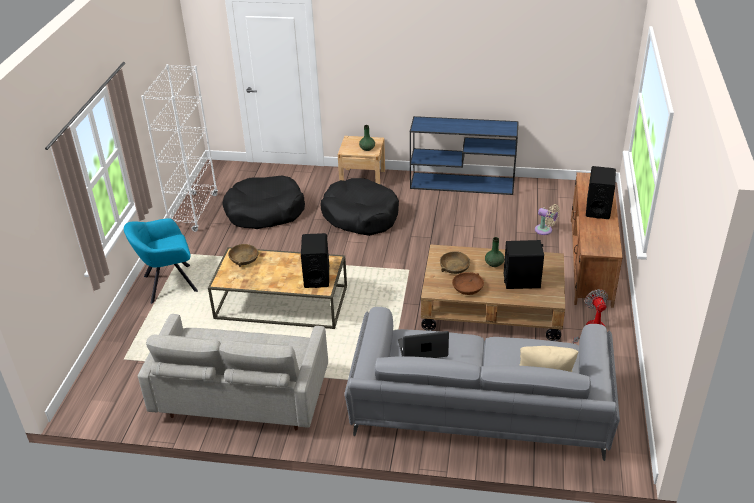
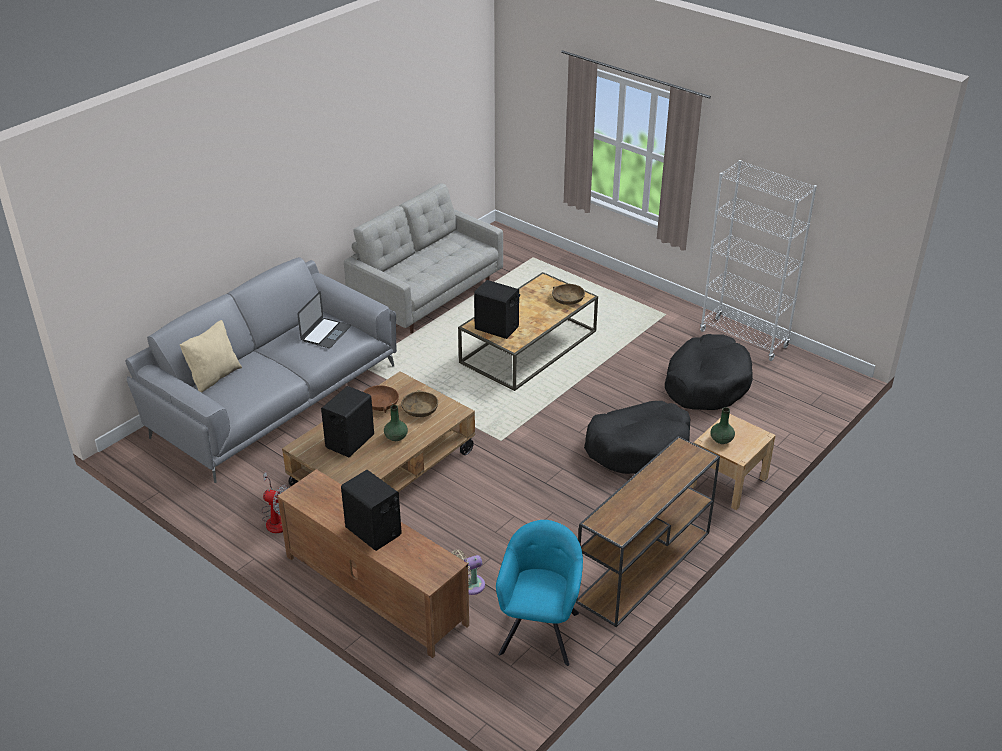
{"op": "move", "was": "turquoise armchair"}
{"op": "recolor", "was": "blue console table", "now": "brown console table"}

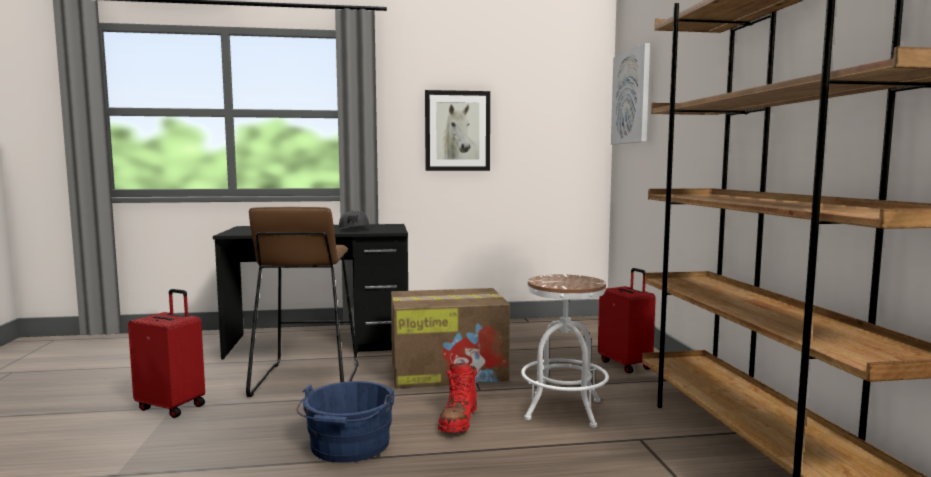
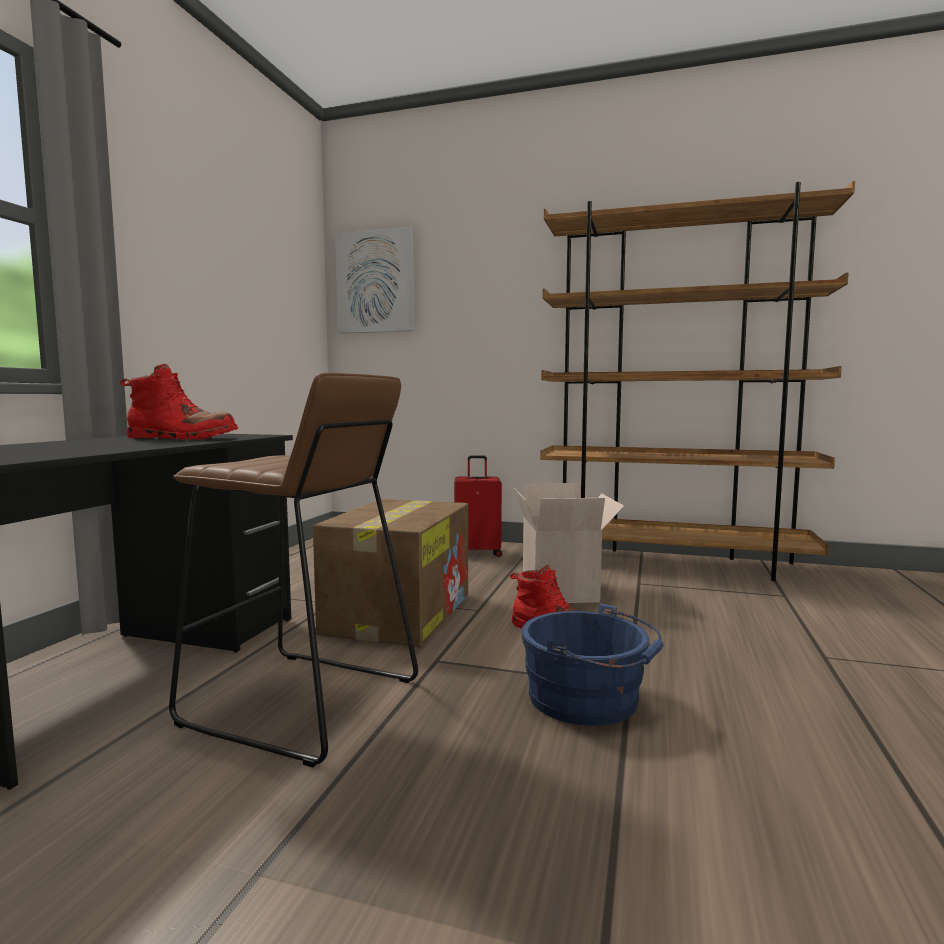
{"op": "delete", "was": "red suitcase (1st from left)"}
{"op": "delete", "was": "picture (1st from left)"}
{"op": "replace", "was": "grey cap", "now": "red boot (1st from left)"}
{"op": "replace", "was": "white stool", "now": "cardboard box (2nd from left)"}

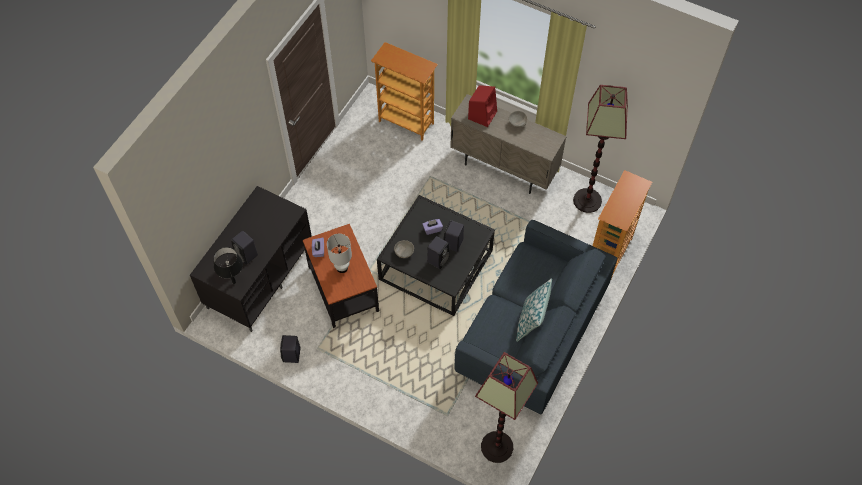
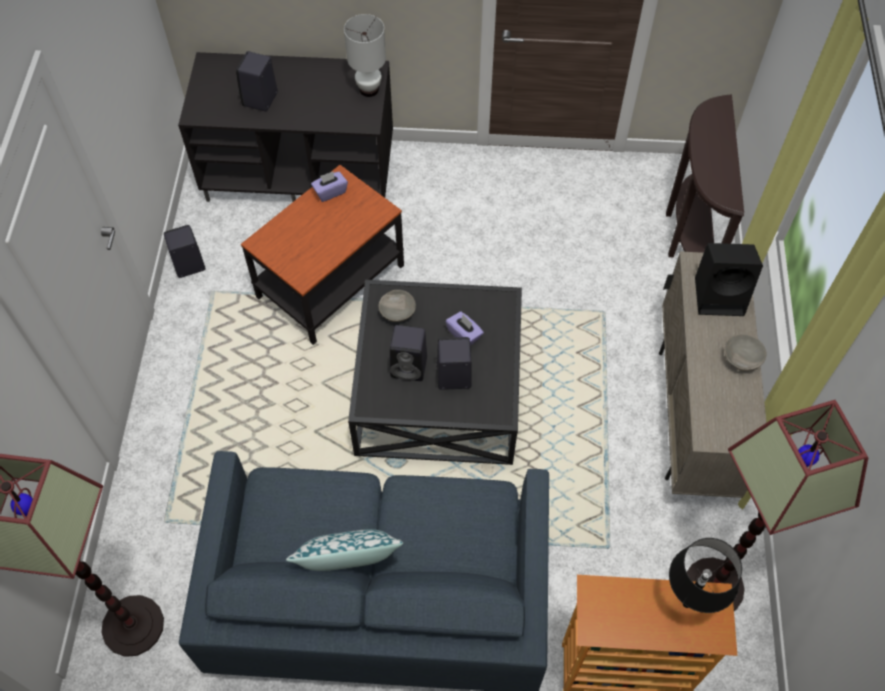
{"op": "move", "was": "black table lamp"}
{"op": "move", "was": "white table lamp"}
{"op": "replace", "was": "bookcase (1st from left)", "now": "brown console table"}
{"op": "recolor", "was": "red speaker", "now": "black speaker (5th from left)"}

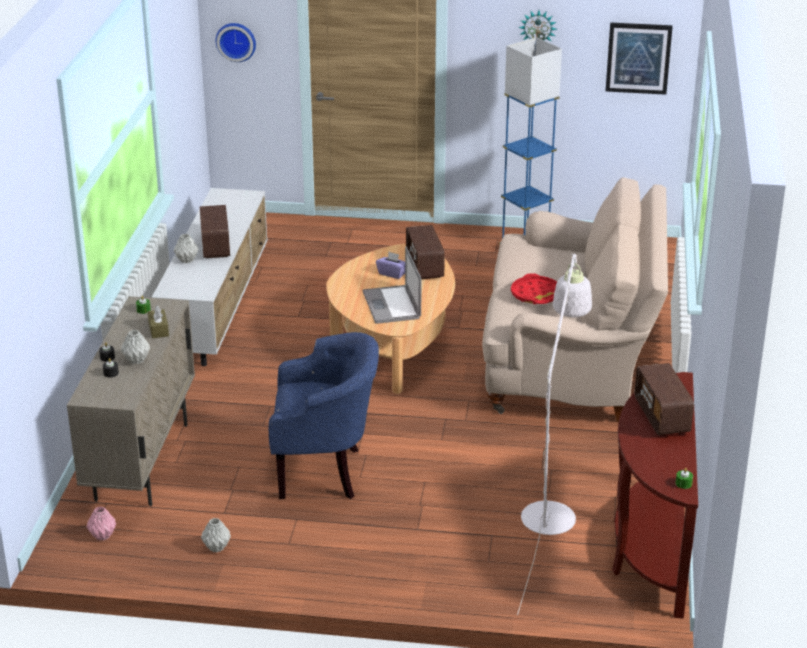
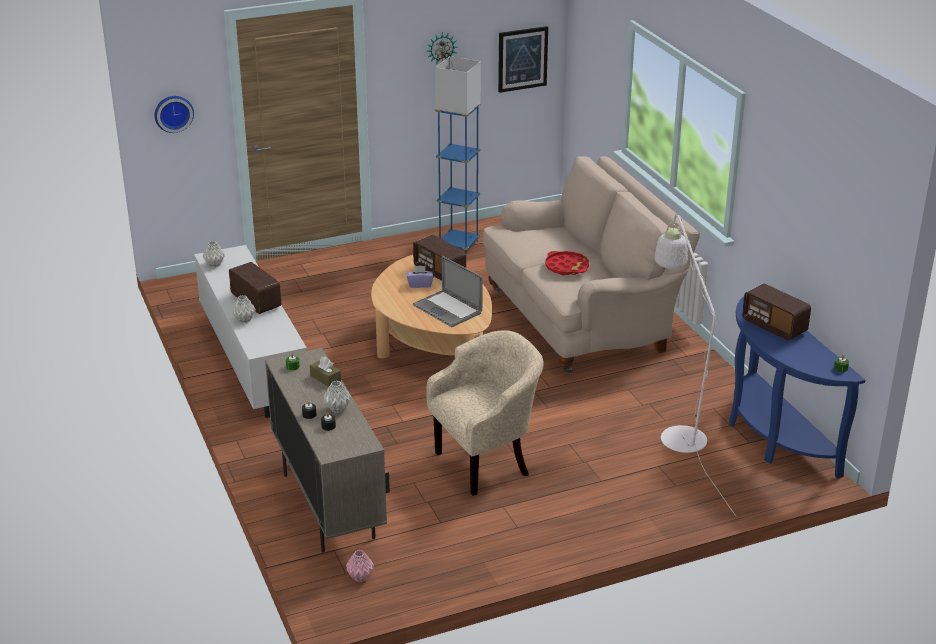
{"op": "move", "was": "grey vase (3rd from left in the first image)", "now": "grey vase (1st from left)"}
{"op": "recolor", "was": "blue armchair", "now": "beige armchair"}
{"op": "recolor", "was": "brown console table", "now": "blue console table"}

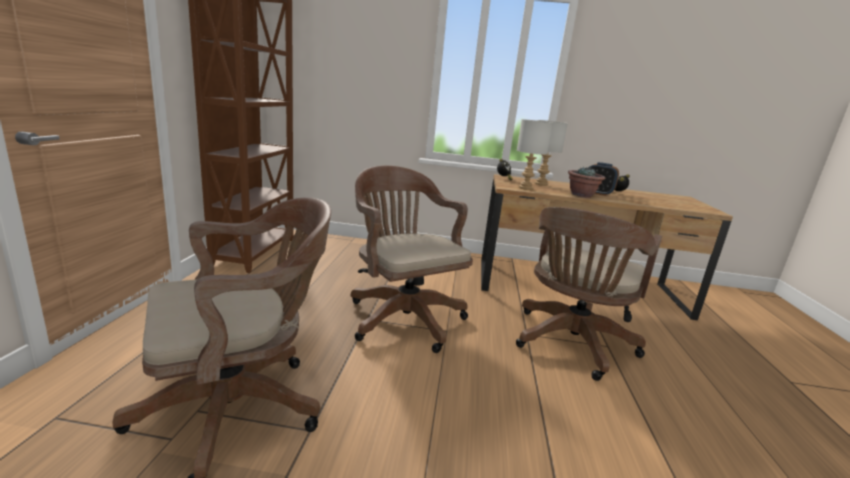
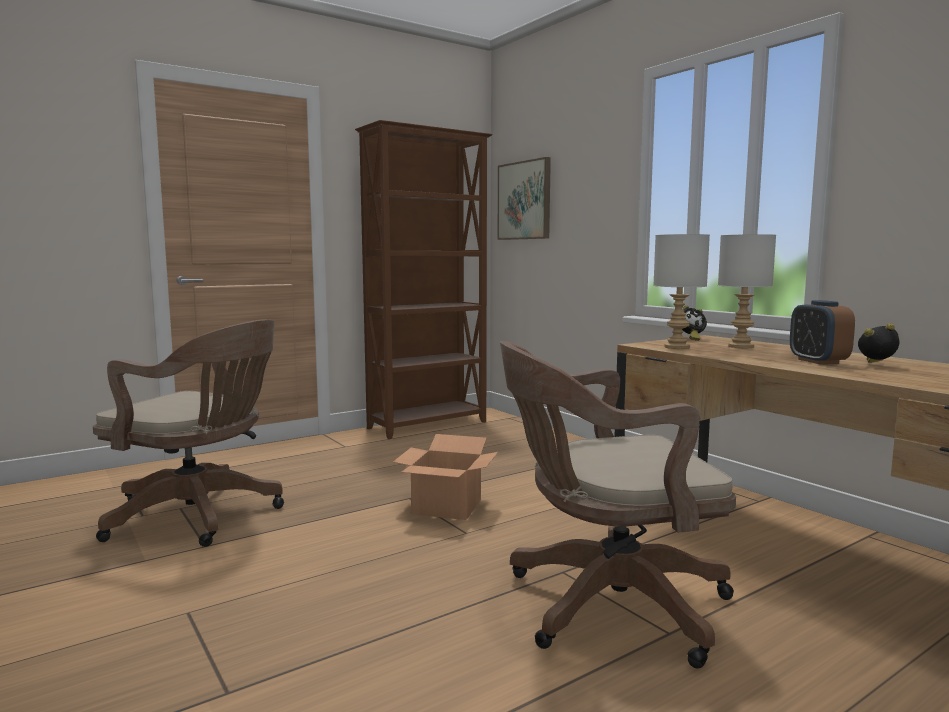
{"op": "delete", "was": "potted plant"}
{"op": "insert", "now": "picture"}
{"op": "replace", "was": "brown office chair (2nd from left)", "now": "cardboard box"}

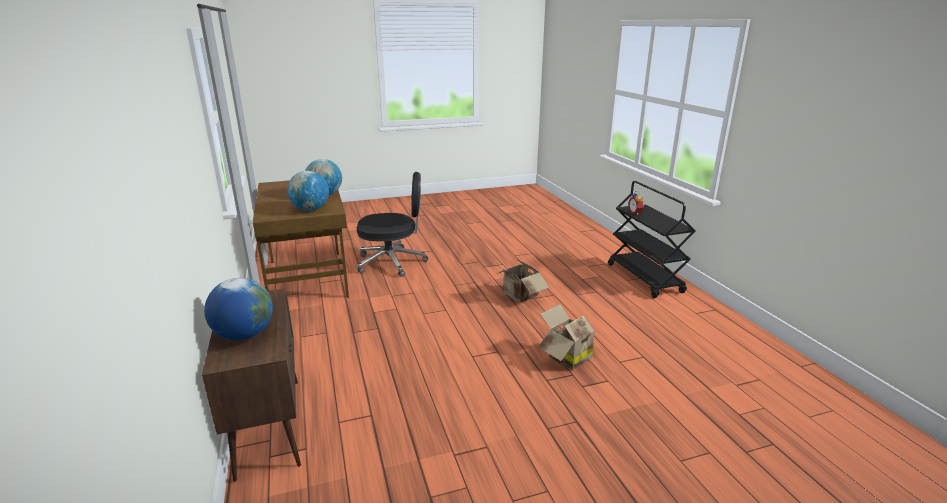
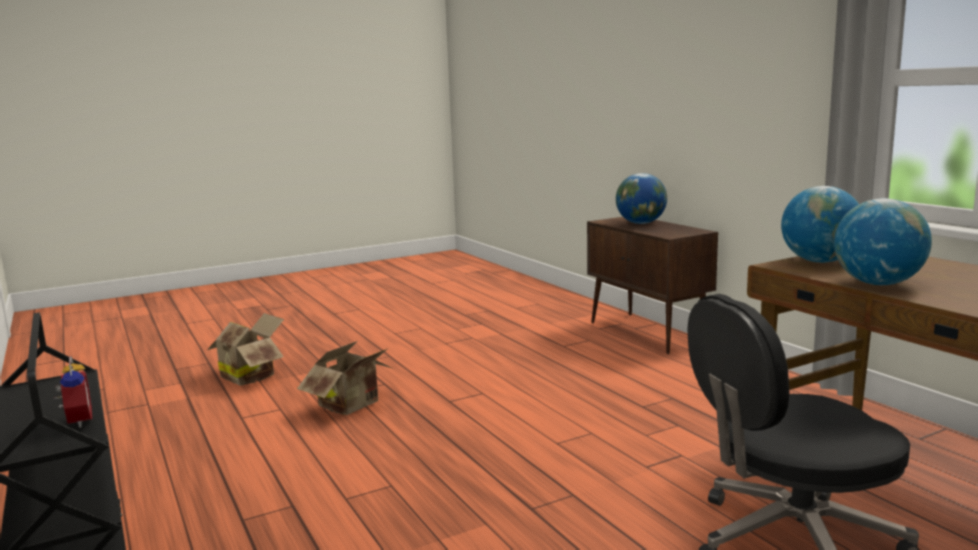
{"op": "move", "was": "cardboard box (1st from left)"}

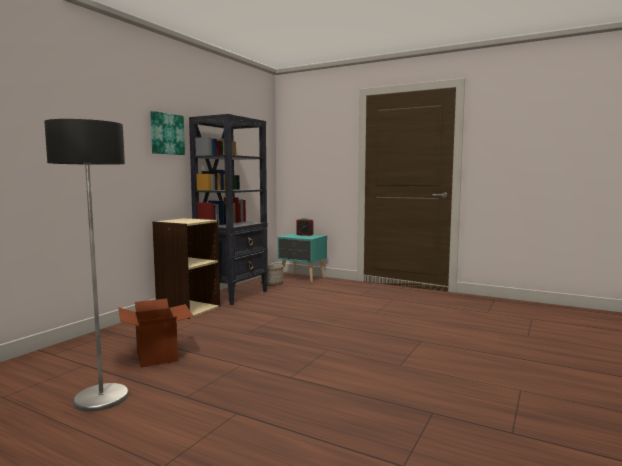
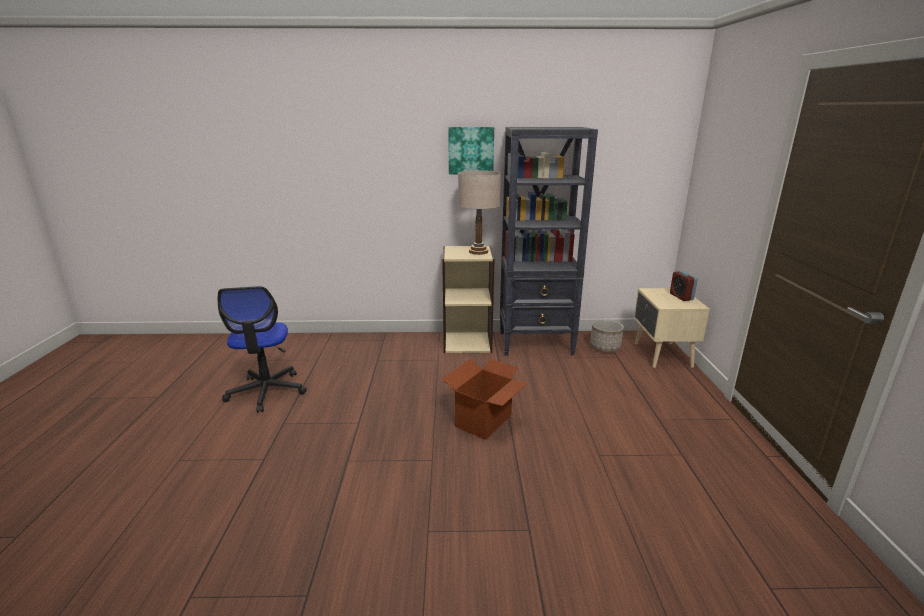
{"op": "insert", "now": "beige table lamp"}
{"op": "move", "was": "cardboard box"}
{"op": "replace", "was": "floor lamp", "now": "office chair"}
{"op": "recolor", "was": "turquoise nightstand", "now": "beige nightstand"}

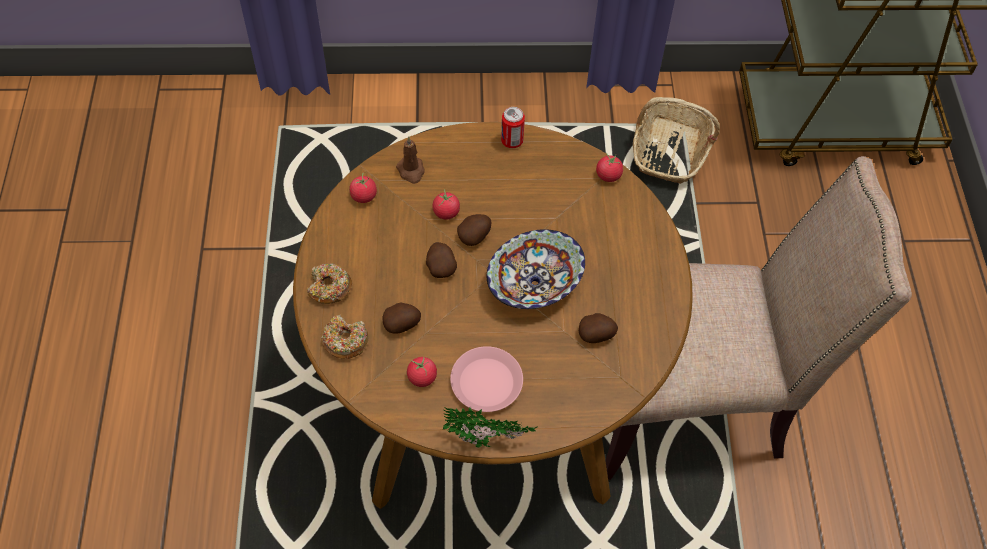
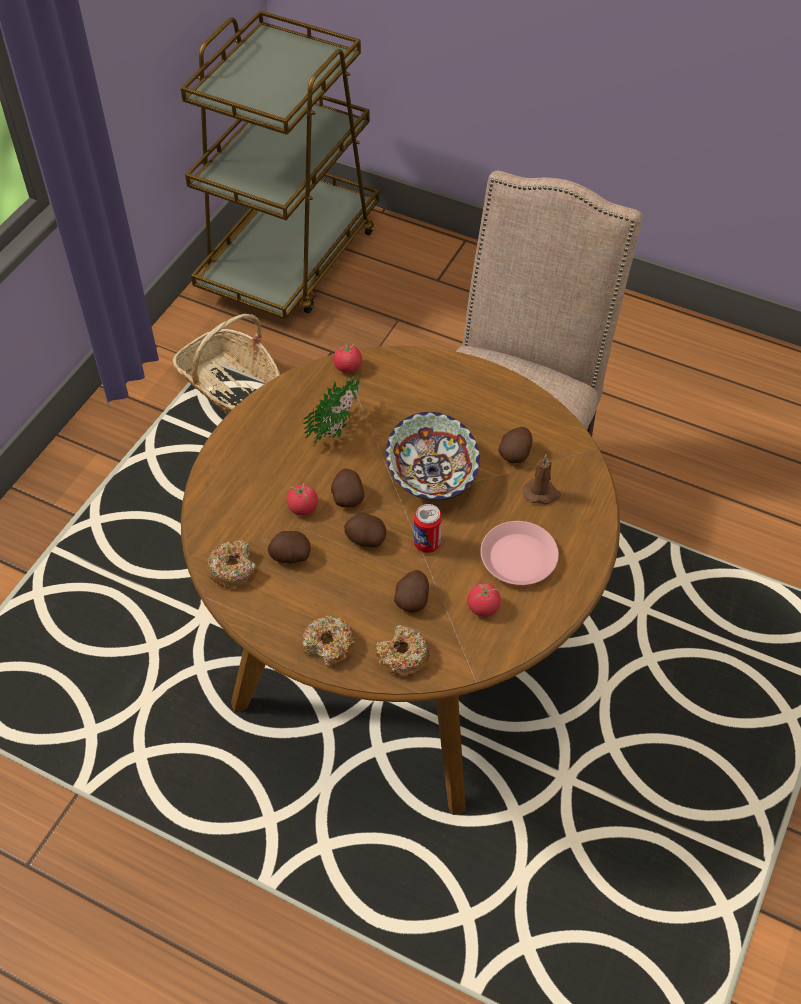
{"op": "insert", "now": "potato (1st from left)"}
{"op": "move", "was": "brown candle"}
{"op": "move", "was": "potted plant"}
{"op": "move", "was": "can"}
{"op": "replace", "was": "tomato (1st from left)", "now": "donut (1st from left)"}

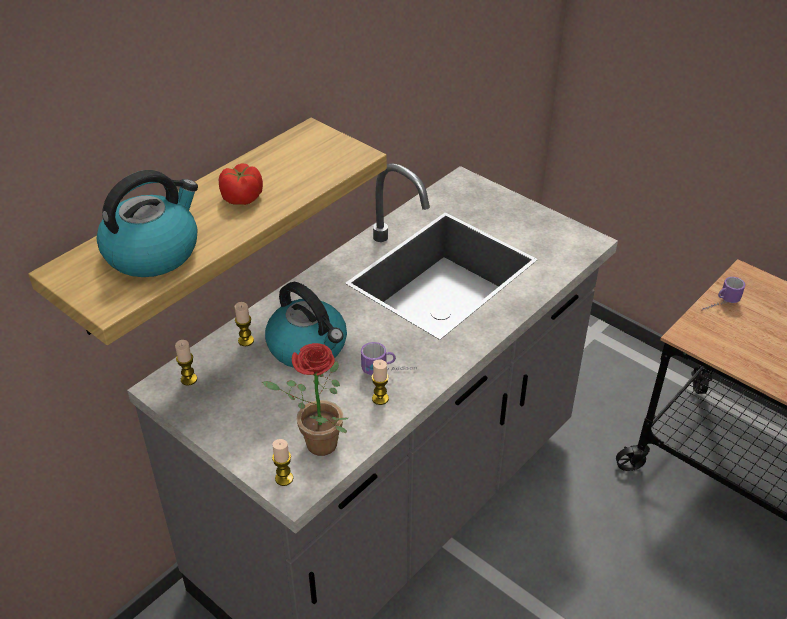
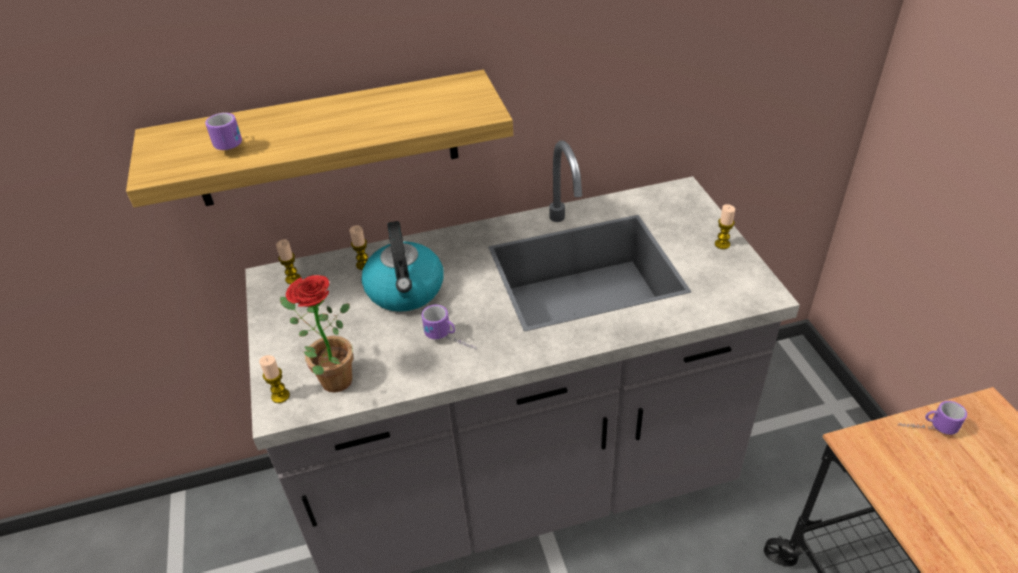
{"op": "delete", "was": "tomato"}
{"op": "move", "was": "candle (4th from left)"}
{"op": "replace", "was": "kettle (1st from left)", "now": "mug (1st from left)"}

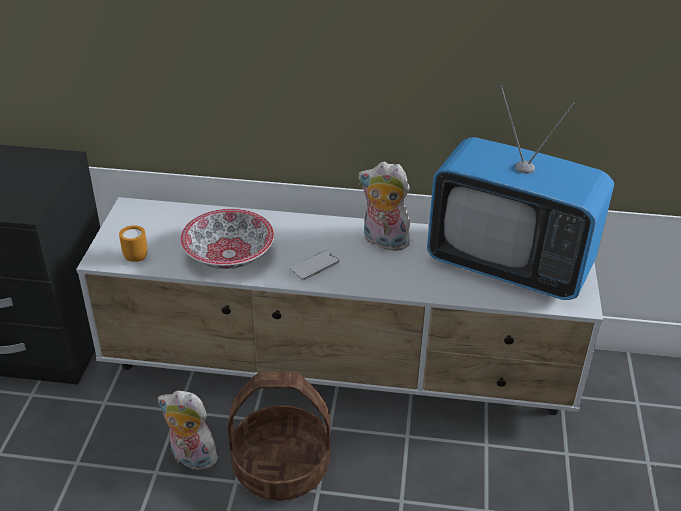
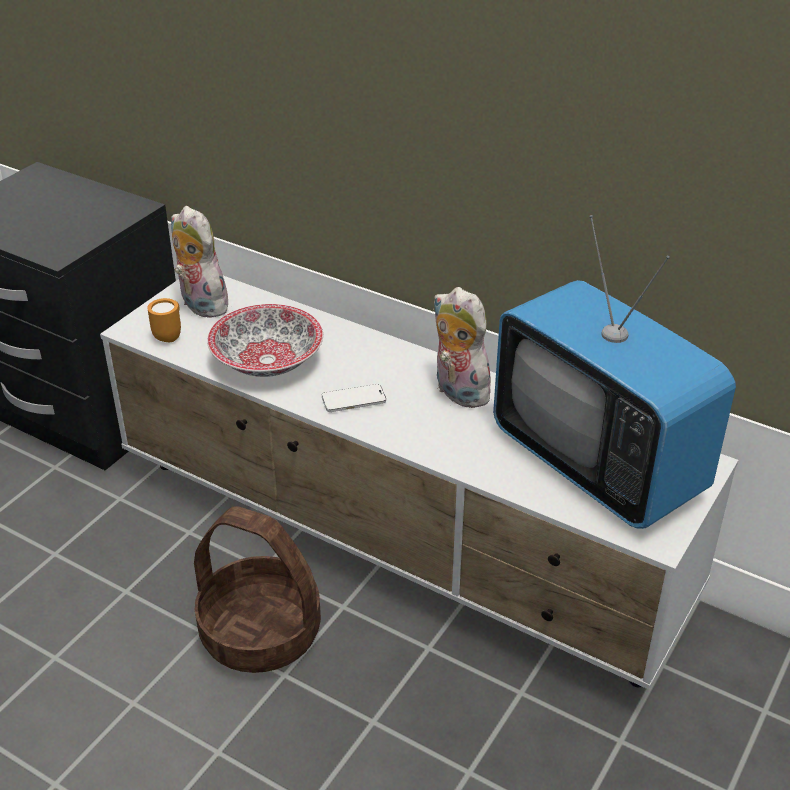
{"op": "move", "was": "plush toy (1st from left)"}

